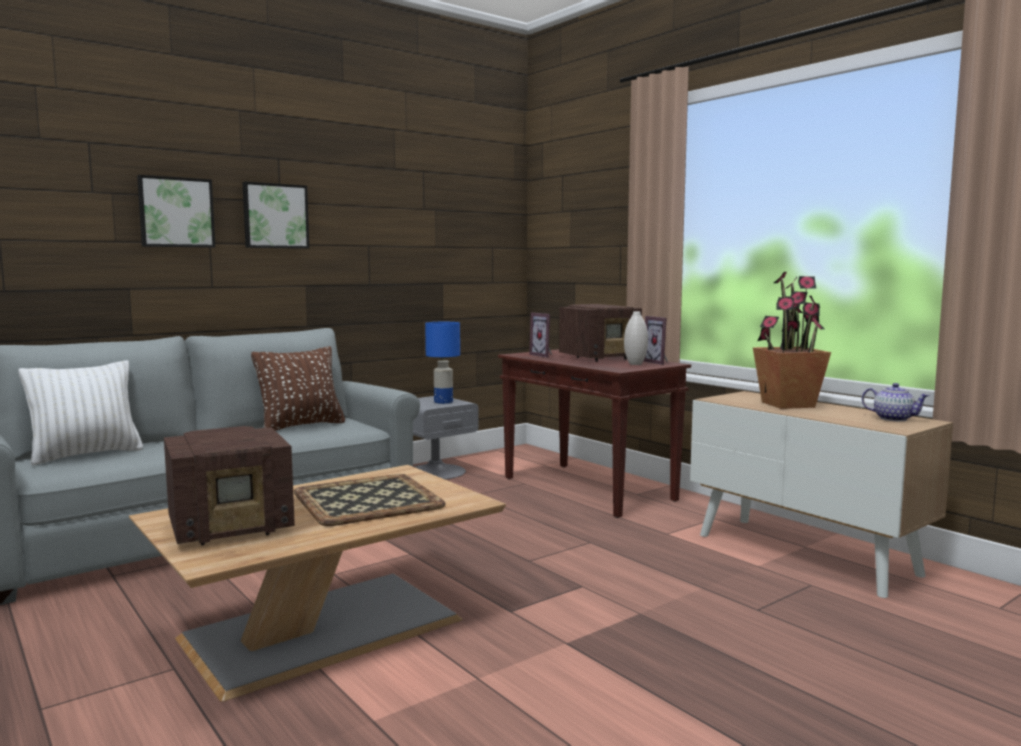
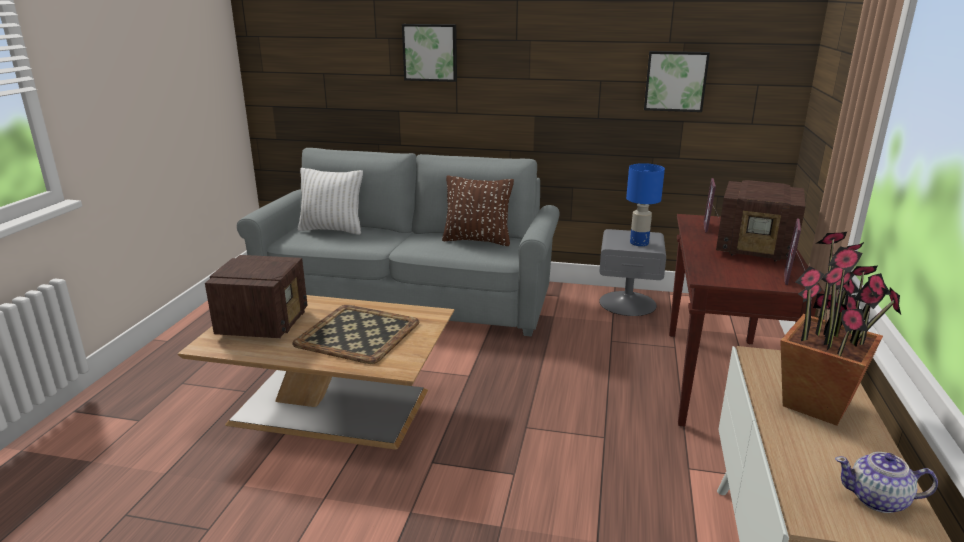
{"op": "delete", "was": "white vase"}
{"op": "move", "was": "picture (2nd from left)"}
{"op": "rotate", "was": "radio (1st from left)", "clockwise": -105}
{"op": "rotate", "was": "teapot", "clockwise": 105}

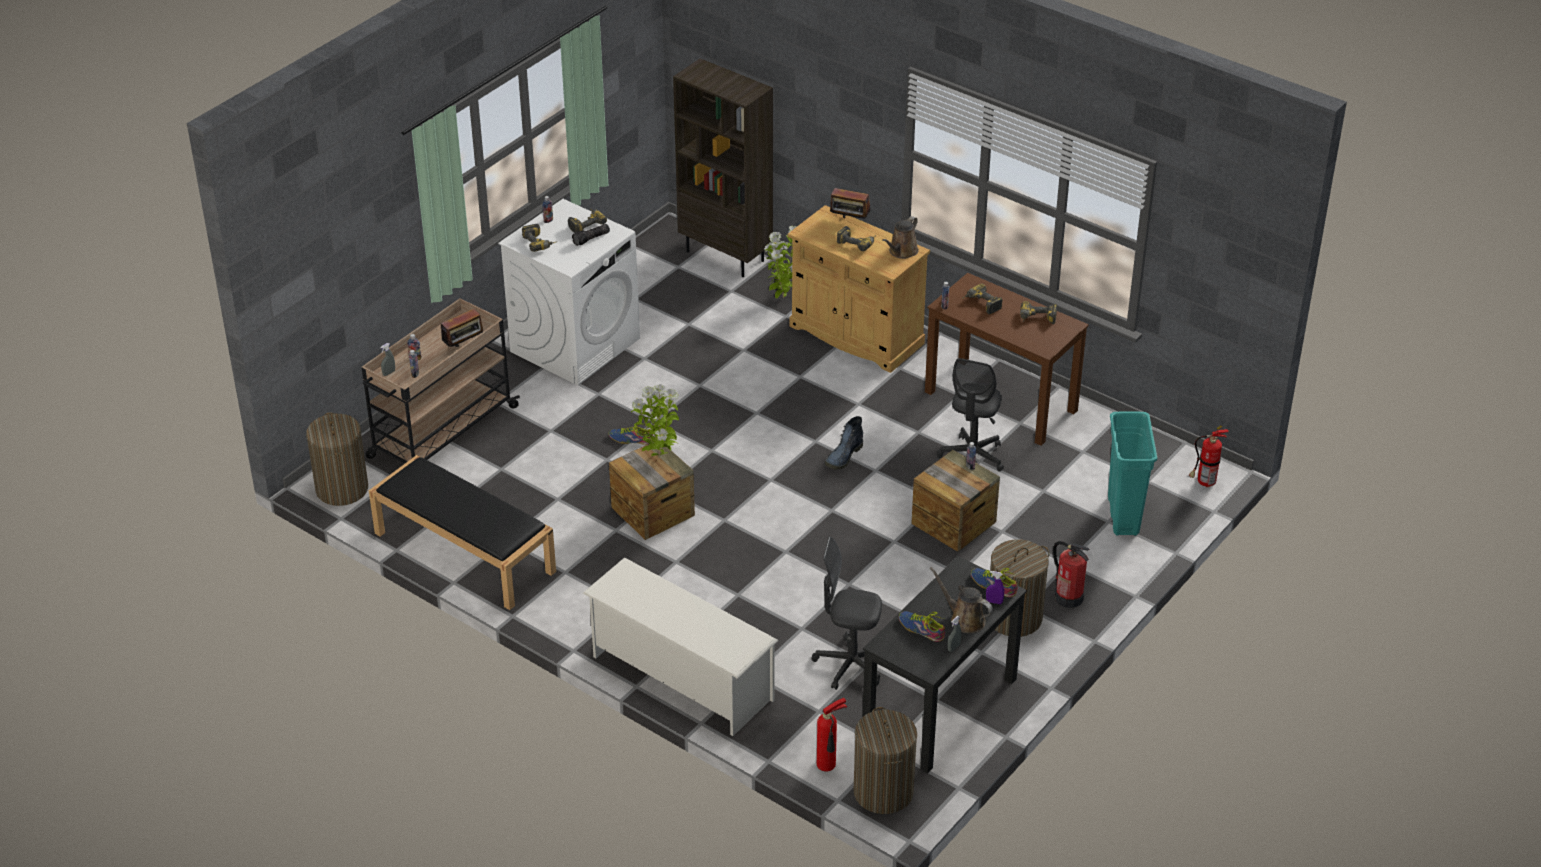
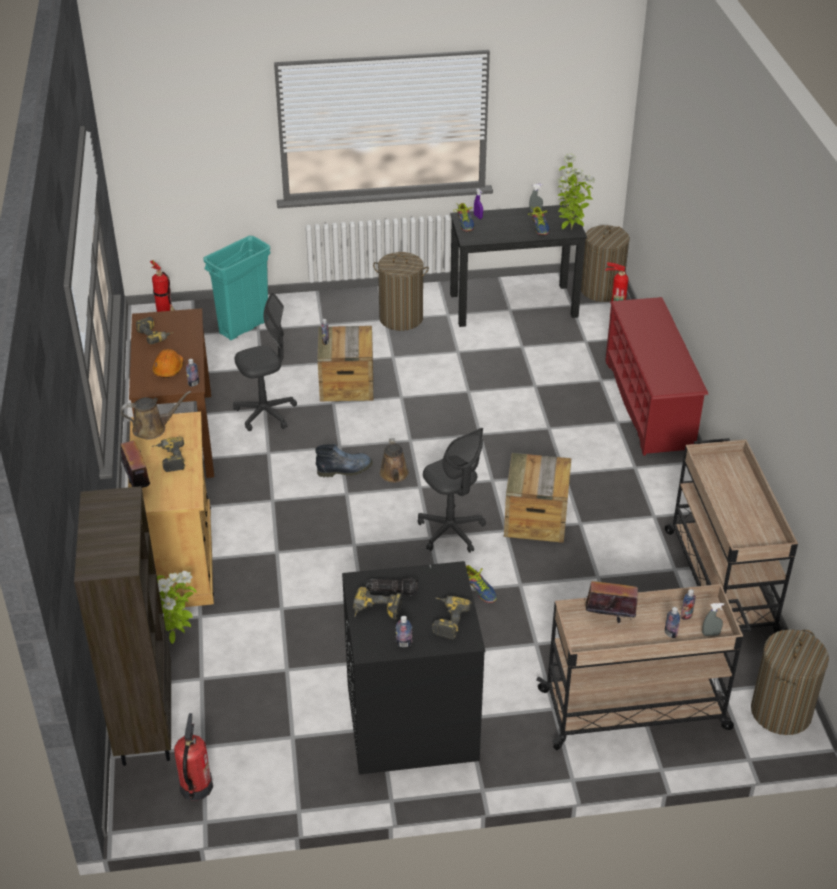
{"op": "move", "was": "potted plant (1st from left in the first image)", "now": "potted plant (2nd from left)"}
{"op": "move", "was": "grey office chair (1st from left in the first image)", "now": "grey office chair (2nd from left)"}
{"op": "move", "was": "brown watering can (2nd from left)"}
{"op": "move", "was": "fire extinguisher (2nd from left)"}
{"op": "replace", "was": "black bench", "now": "beige cart (2nd from left)"}
{"op": "replace", "was": "power drill (4th from left)", "now": "orange hard hat"}
{"op": "recolor", "was": "white washing machine", "now": "black washing machine"}
{"op": "recolor", "was": "white shoe rack", "now": "red shoe rack"}

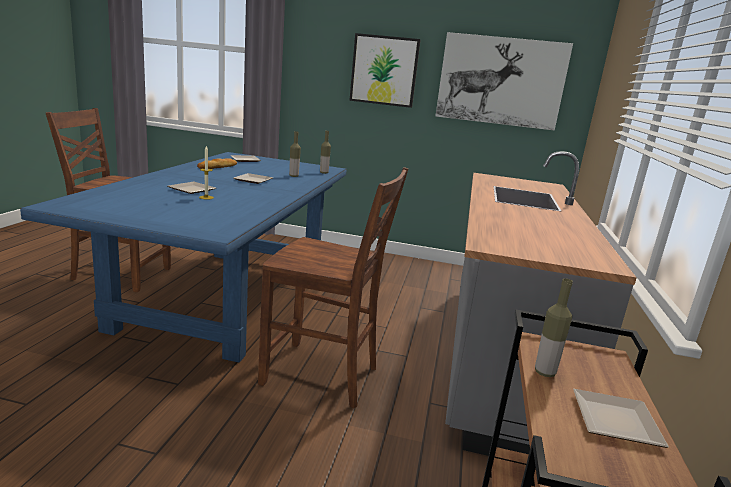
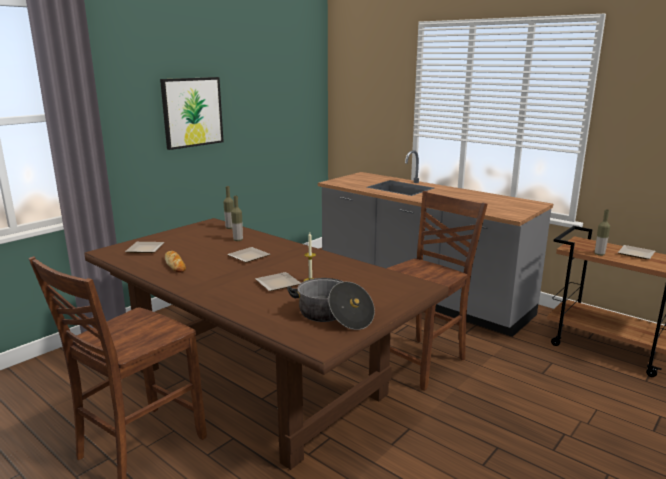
{"op": "delete", "was": "picture (2nd from left)"}
{"op": "insert", "now": "cooking pot"}
{"op": "recolor", "was": "blue dining table", "now": "brown dining table"}

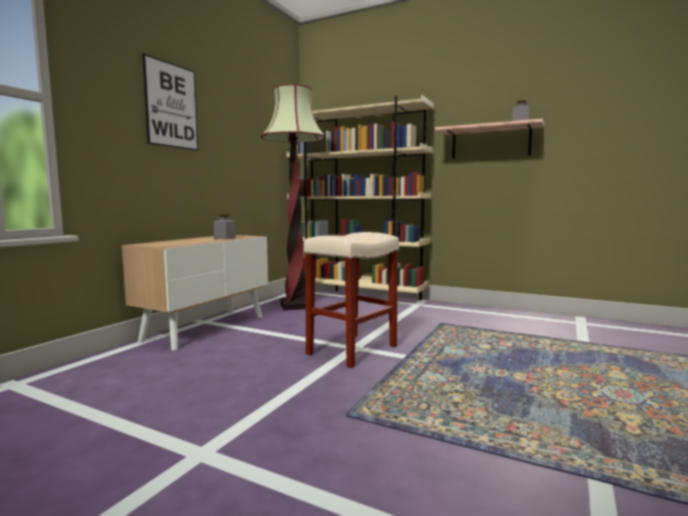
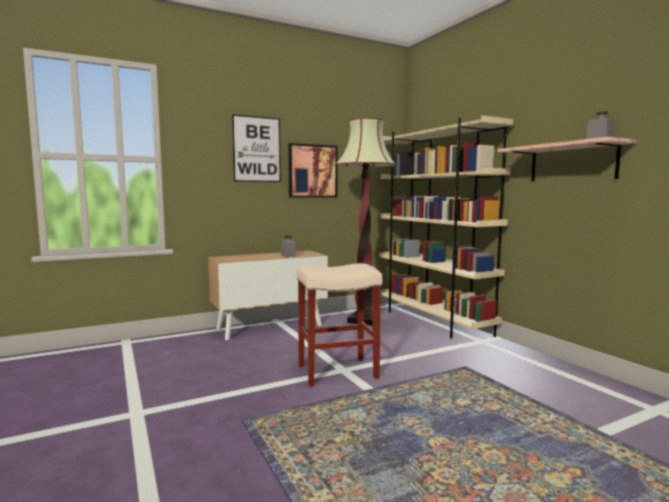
{"op": "insert", "now": "picture (2nd from left)"}

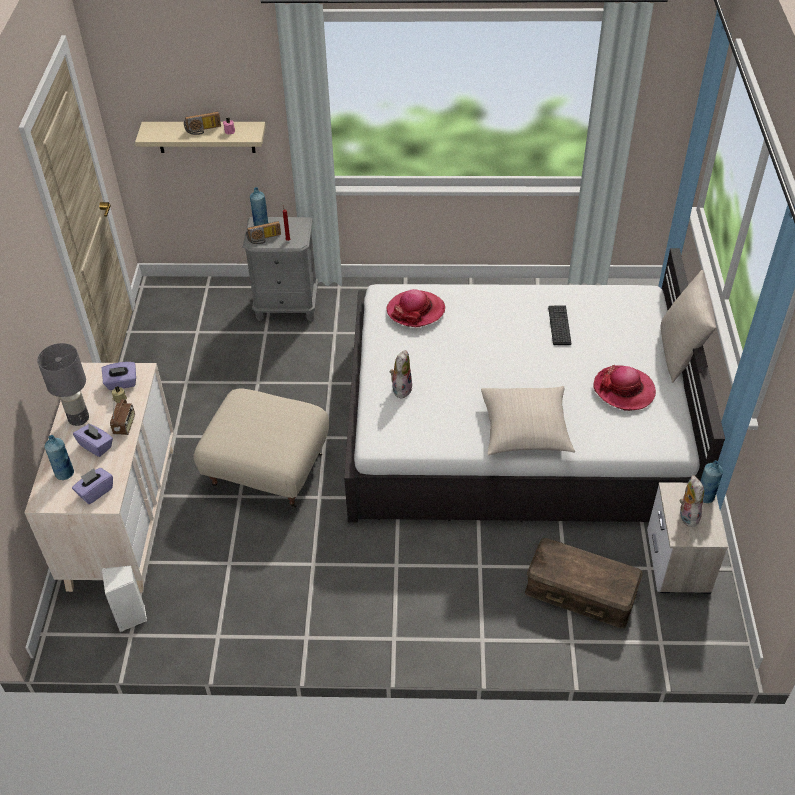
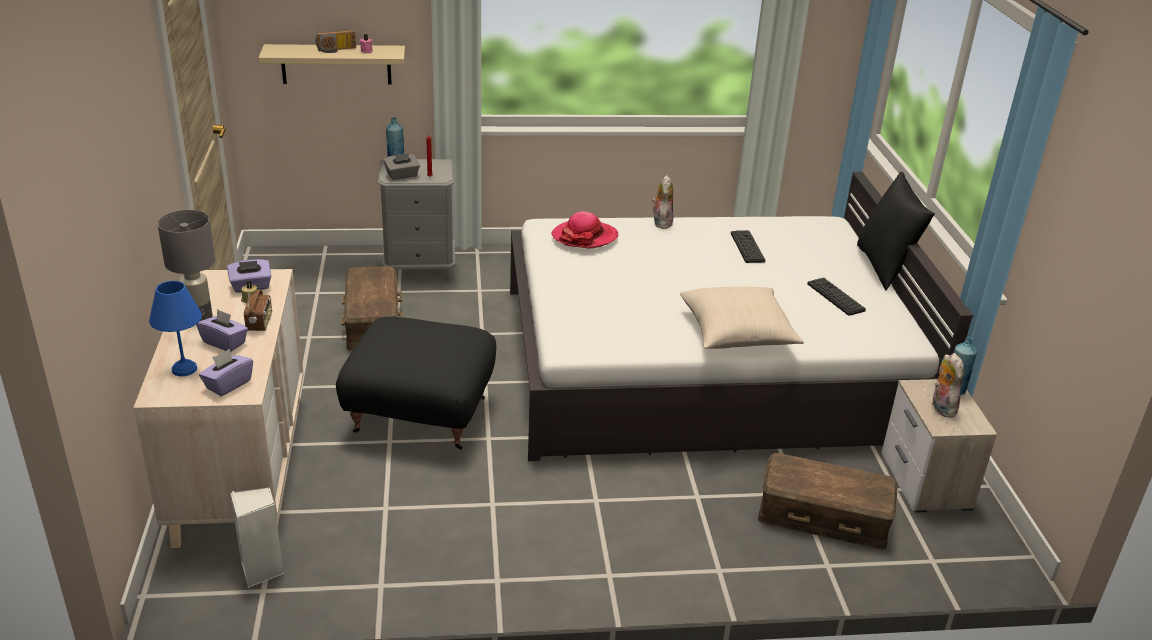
{"op": "insert", "now": "brown storage box (1st from left)"}
{"op": "move", "was": "plush toy (1st from left)"}
{"op": "replace", "was": "blue bottle (1st from left)", "now": "blue table lamp"}
{"op": "replace", "was": "radio (3rd from left)", "now": "grey tissue box"}
{"op": "replace", "was": "hat (2nd from left)", "now": "keyboard (2nd from left)"}
{"op": "recolor", "was": "beige ottoman", "now": "black ottoman"}
{"op": "recolor", "was": "beige pillow (2nd from left)", "now": "black pillow"}

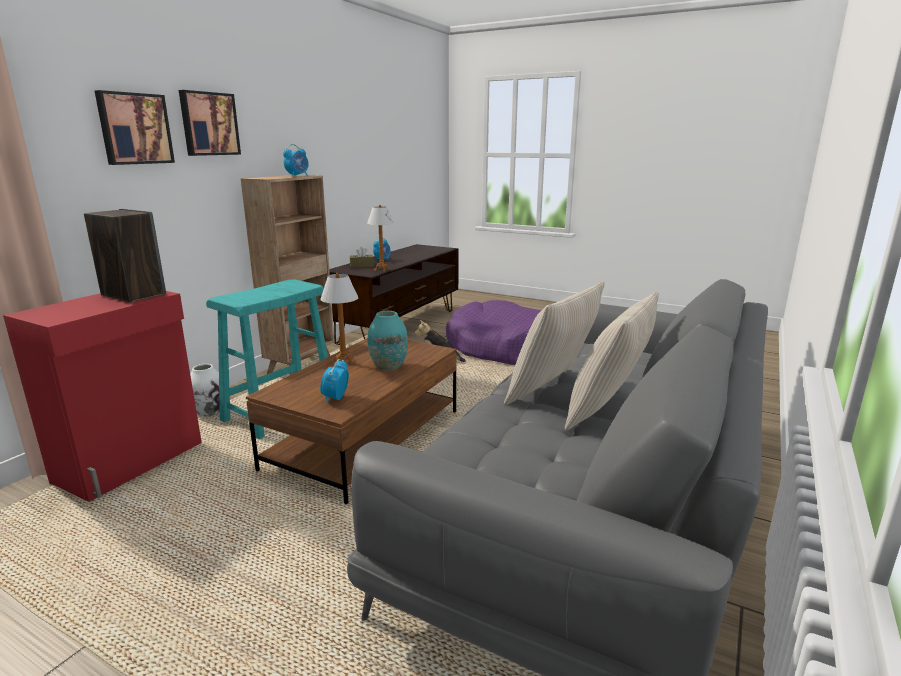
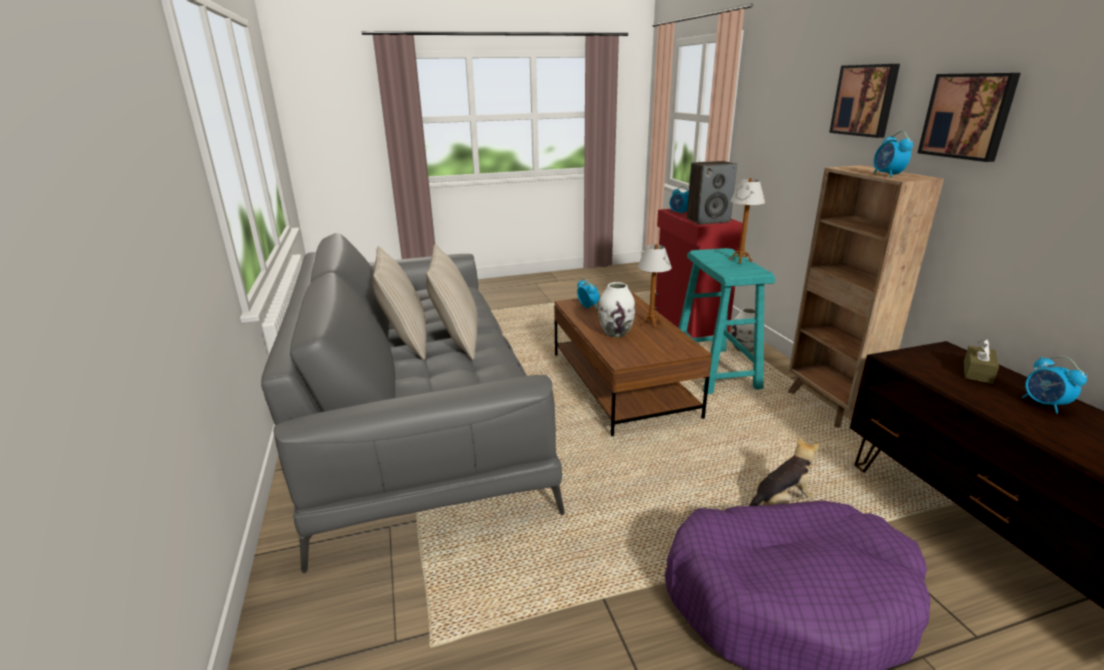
{"op": "insert", "now": "alarm clock (2nd from left)"}
{"op": "move", "was": "picture (1st from left in the first image)", "now": "picture (2nd from left)"}
{"op": "move", "was": "table lamp (2nd from left)"}
{"op": "recolor", "was": "turquoise vase", "now": "white vase (1st from left)"}

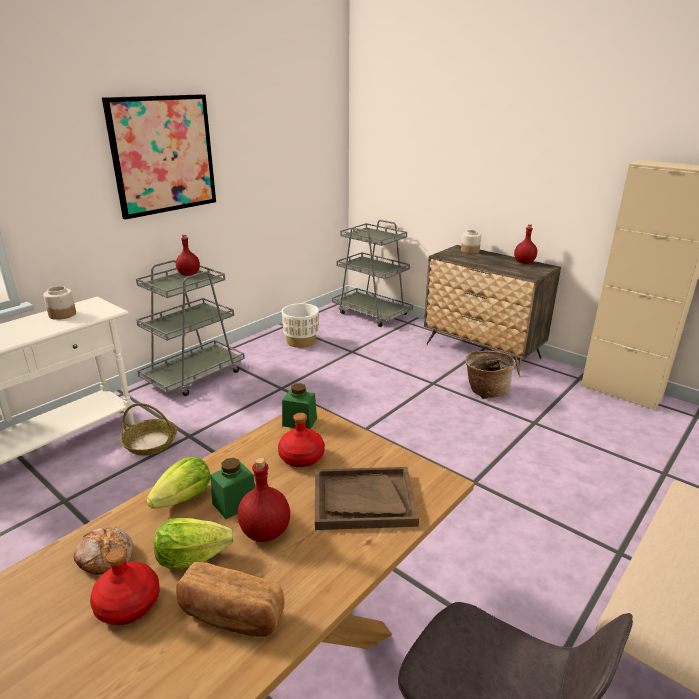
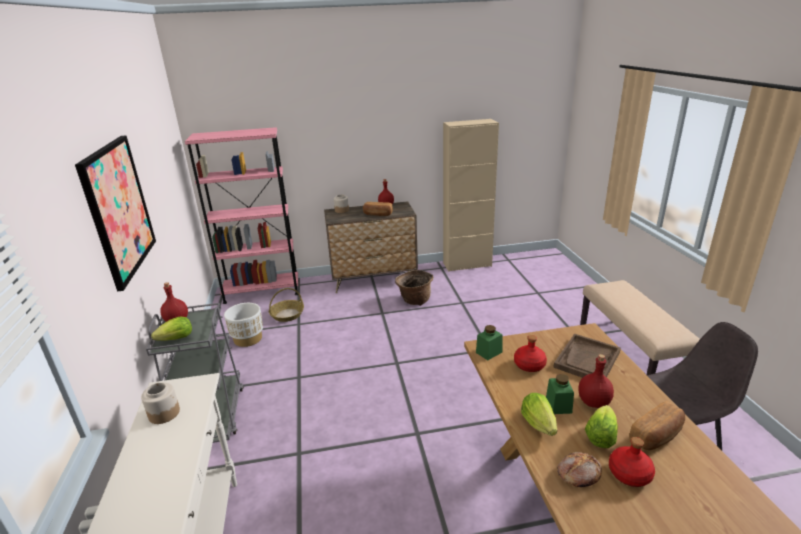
{"op": "insert", "now": "lettuce (1st from left)"}
{"op": "insert", "now": "bread (1st from left)"}
{"op": "move", "was": "basket (1st from left)"}
{"op": "replace", "was": "grey cart (2nd from left)", "now": "pink bookcase"}

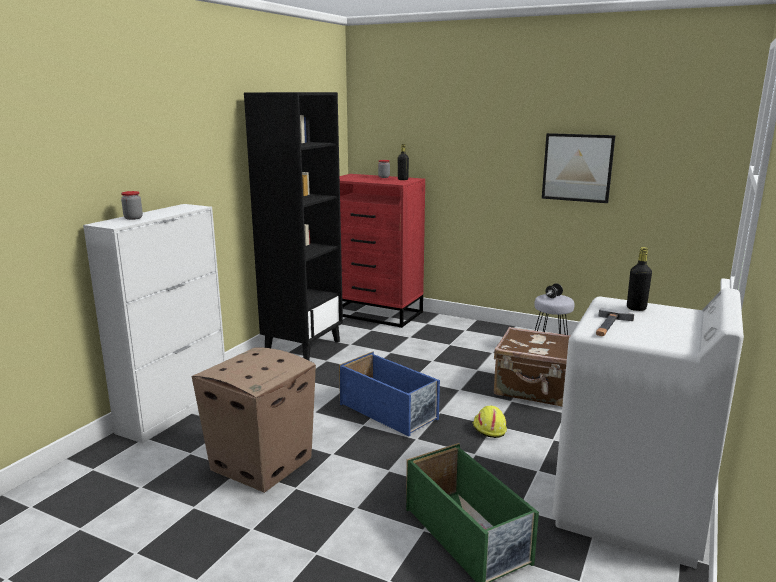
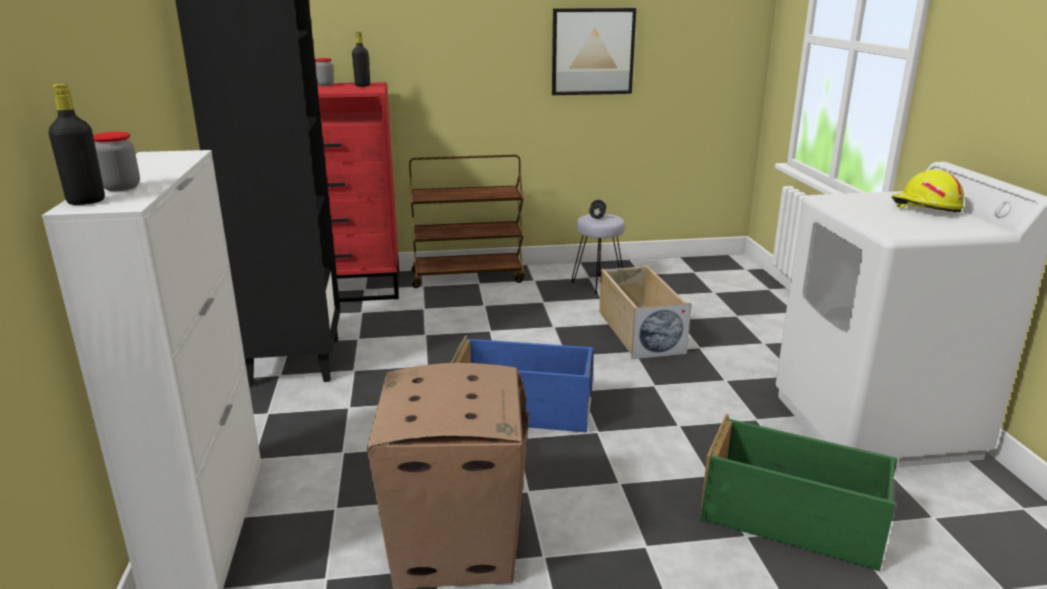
{"op": "delete", "was": "hammer"}
{"op": "insert", "now": "brown cart"}
{"op": "move", "was": "yellow hard hat"}
{"op": "move", "was": "black bottle (2nd from left in the first image)", "now": "black bottle (1st from left)"}
{"op": "replace", "was": "brown suitcase", "now": "beige storage box"}

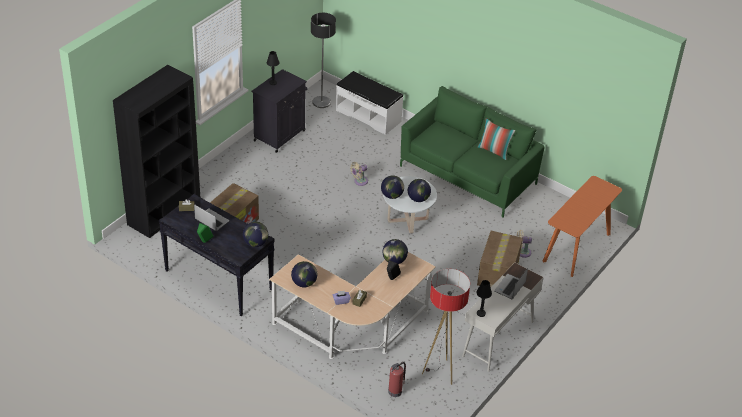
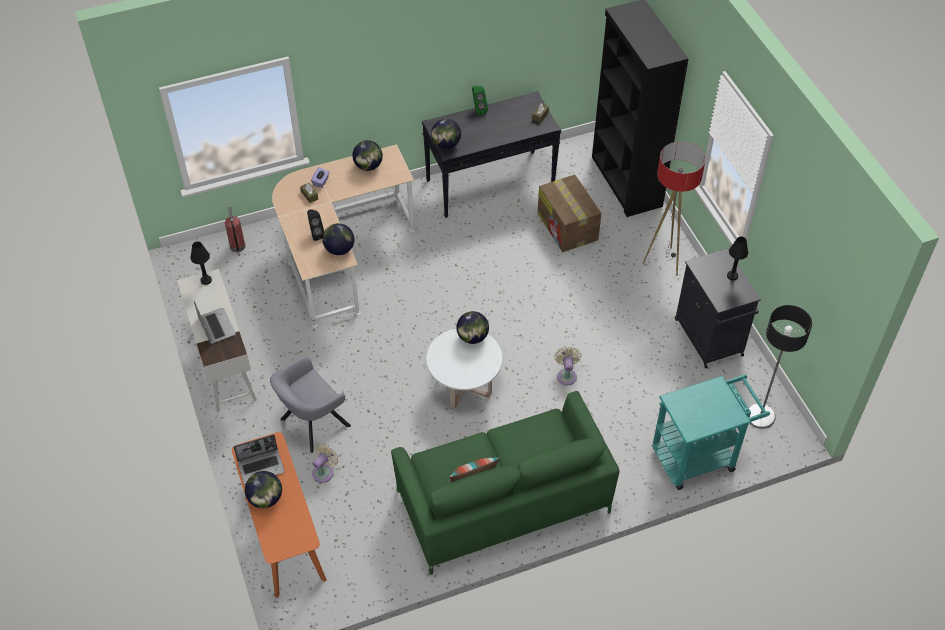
{"op": "move", "was": "laptop (1st from left in the first image)", "now": "laptop (2nd from left)"}
{"op": "move", "was": "globe (5th from left in the first image)", "now": "globe (1st from left)"}
{"op": "move", "was": "floor lamp (2nd from left in the first image)", "now": "floor lamp (1st from left)"}
{"op": "replace", "was": "white bench", "now": "turquoise cart"}
{"op": "replace", "was": "cardboard box (2nd from left)", "now": "grey armchair"}

